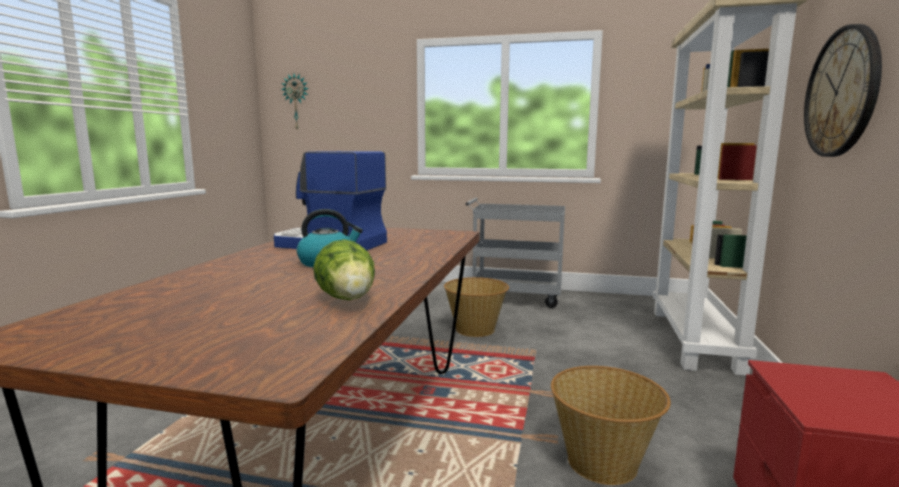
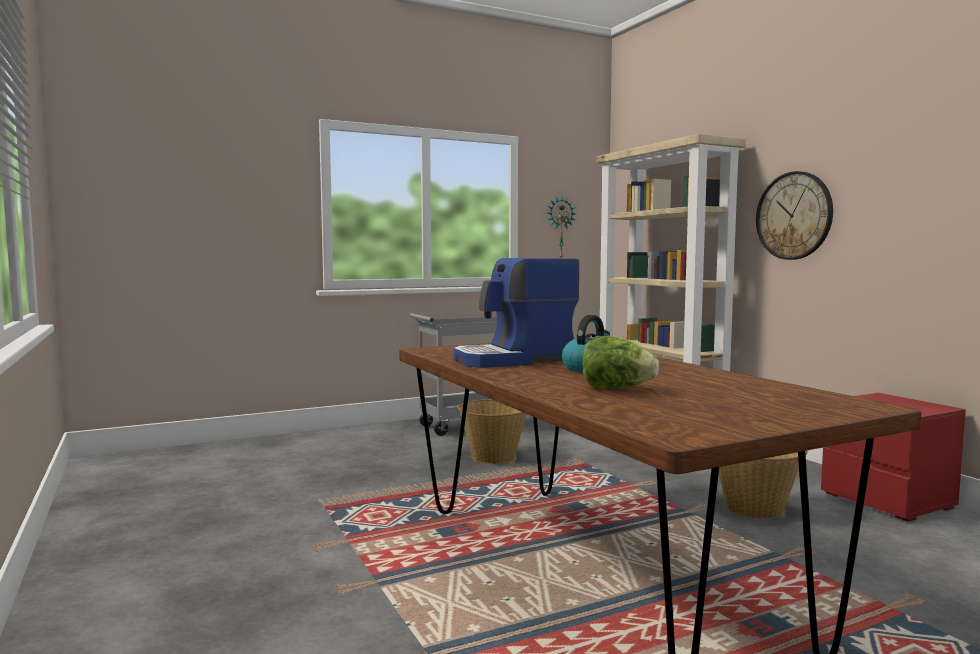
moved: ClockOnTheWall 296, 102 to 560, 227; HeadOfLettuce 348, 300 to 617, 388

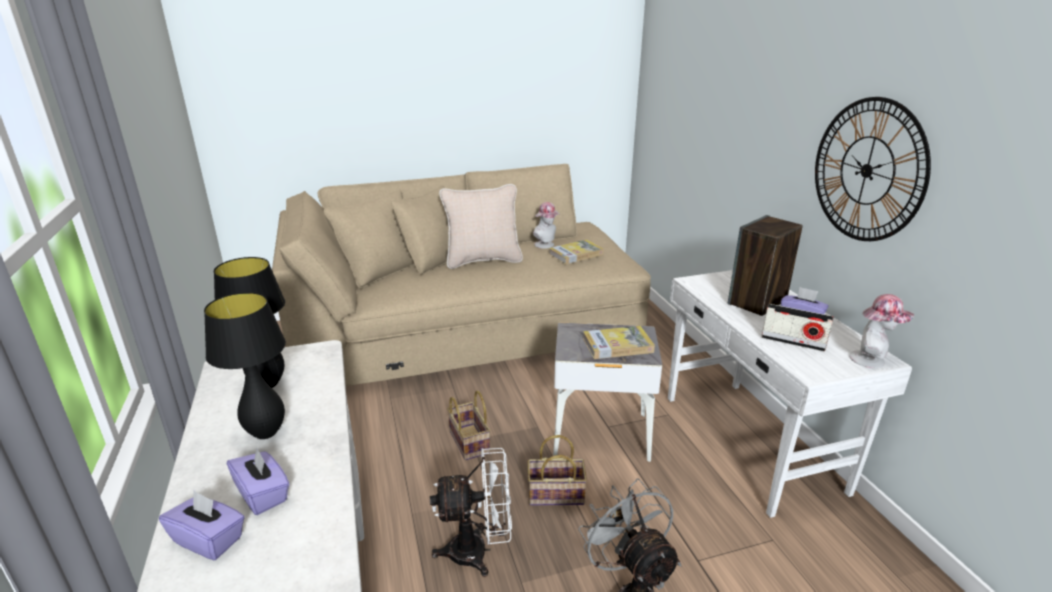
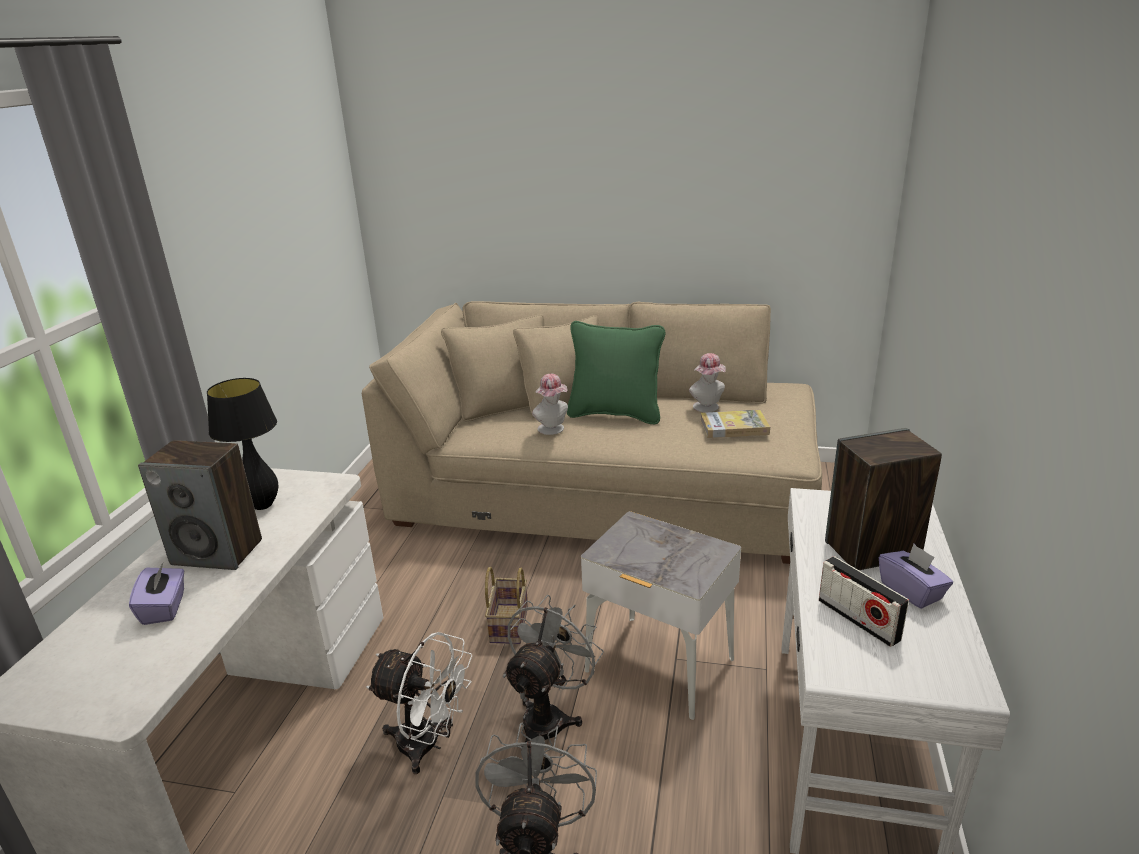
removed: PurpleTissueBox 209, 539; Book 617, 345; ClockOnTheWall 867, 170
moved: Hat 872, 360 to 553, 430
replaced: BlackColouredTabletopLamp 266, 433 to Loudspeaker 218, 552; Basket 554, 495 to GreyishFan 549, 717
recoloured: BeigeColouredCushion 483, 260 to GreenishCushion 615, 414

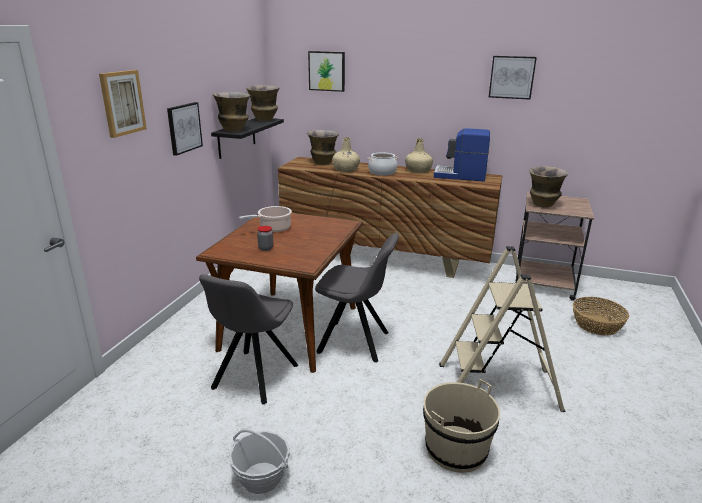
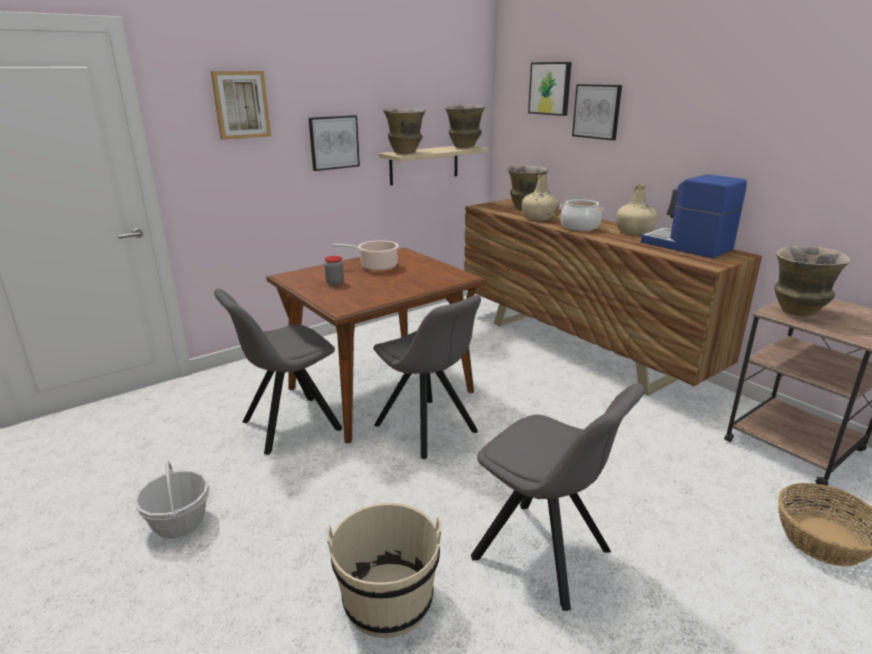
moved: WallArt 512, 77 to 597, 111
replaced: BeigeColouredStepLadder 500, 386 to GreyishChair 543, 554
recoloured: BlackColouredWallShelf 236, 137 to BeigeColouredWallShelf 424, 164

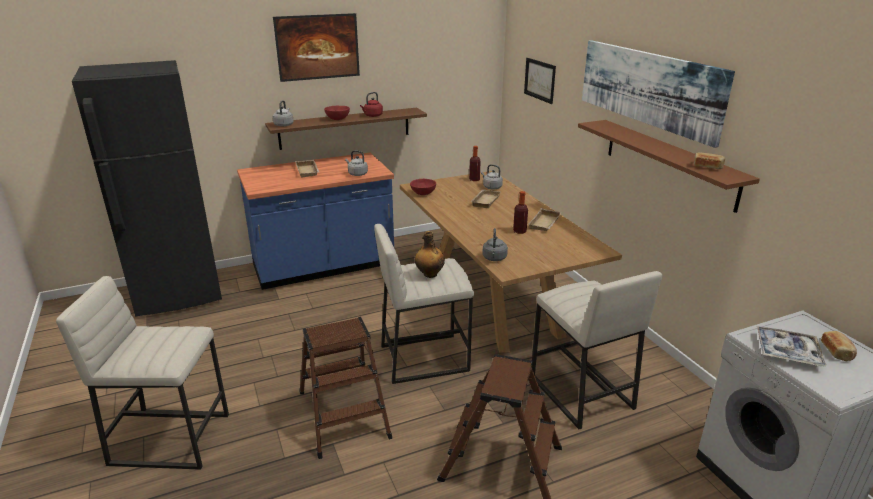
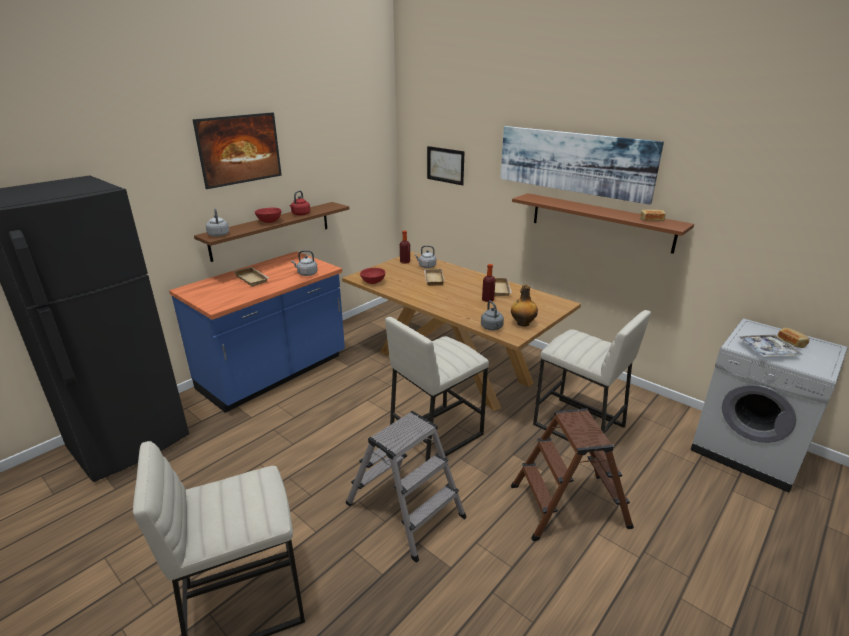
moved: Bottle 429, 274 to 522, 323
recoloured: BrownishStepLadder 343, 413 to GreyishStepLadder 405, 509

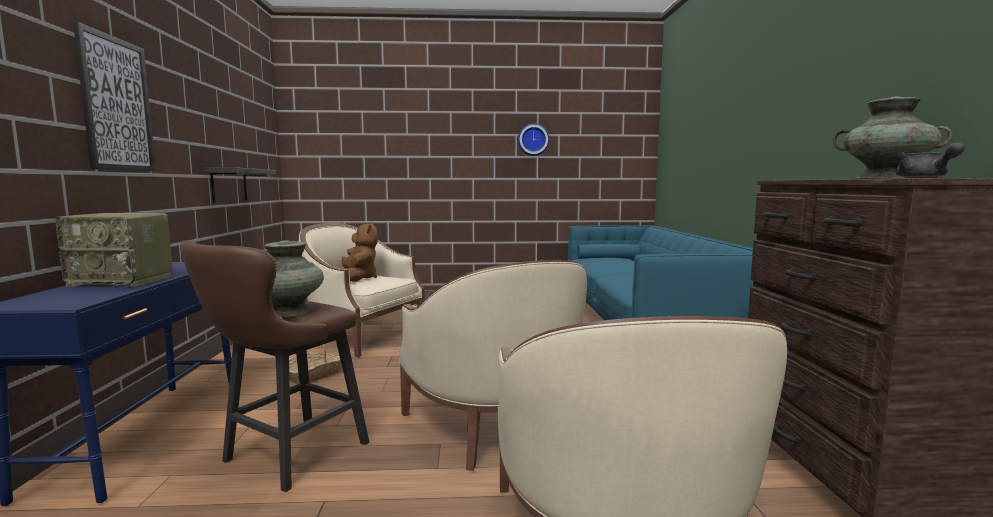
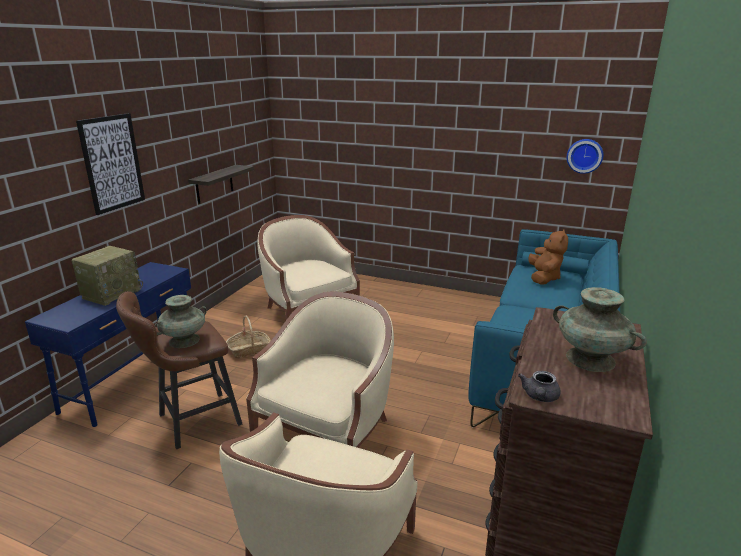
moved: BrownishSoftToy 359, 278 to 544, 278; ClockOnTheWall 533, 139 to 584, 155
turned: Radio 123, 281 = 112, 293 90 degrees counterclockwise; BeigeColouredLoungeChair 494, 425 = 328, 434 150 degrees counterclockwise

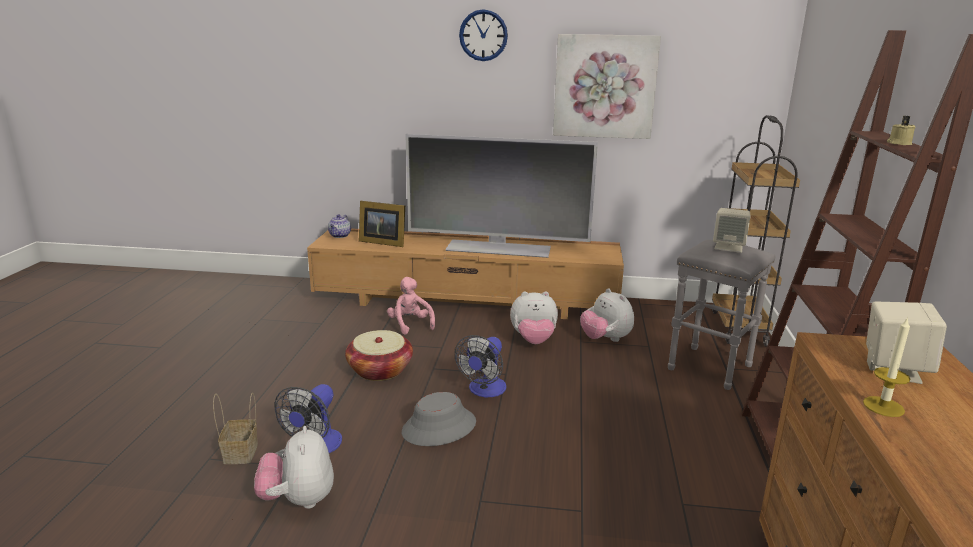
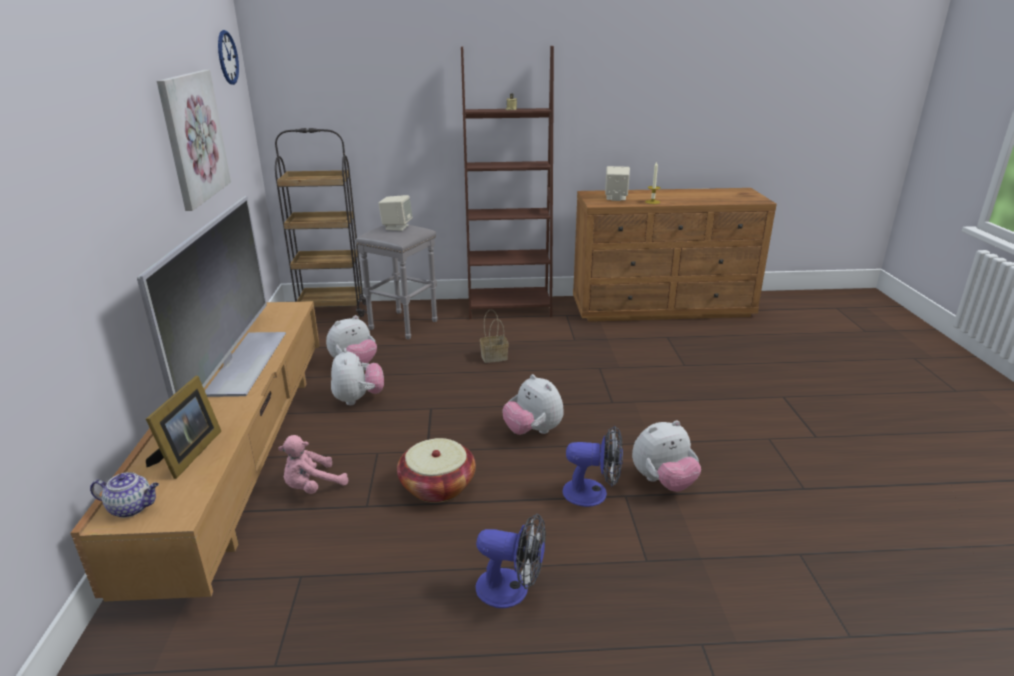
moved: ClockOnTheWall 483, 35 to 227, 57; Fan 484, 391 to 512, 590; Basket 241, 453 to 494, 357
replaced: GreyishHat 439, 427 to SoftToy 533, 431

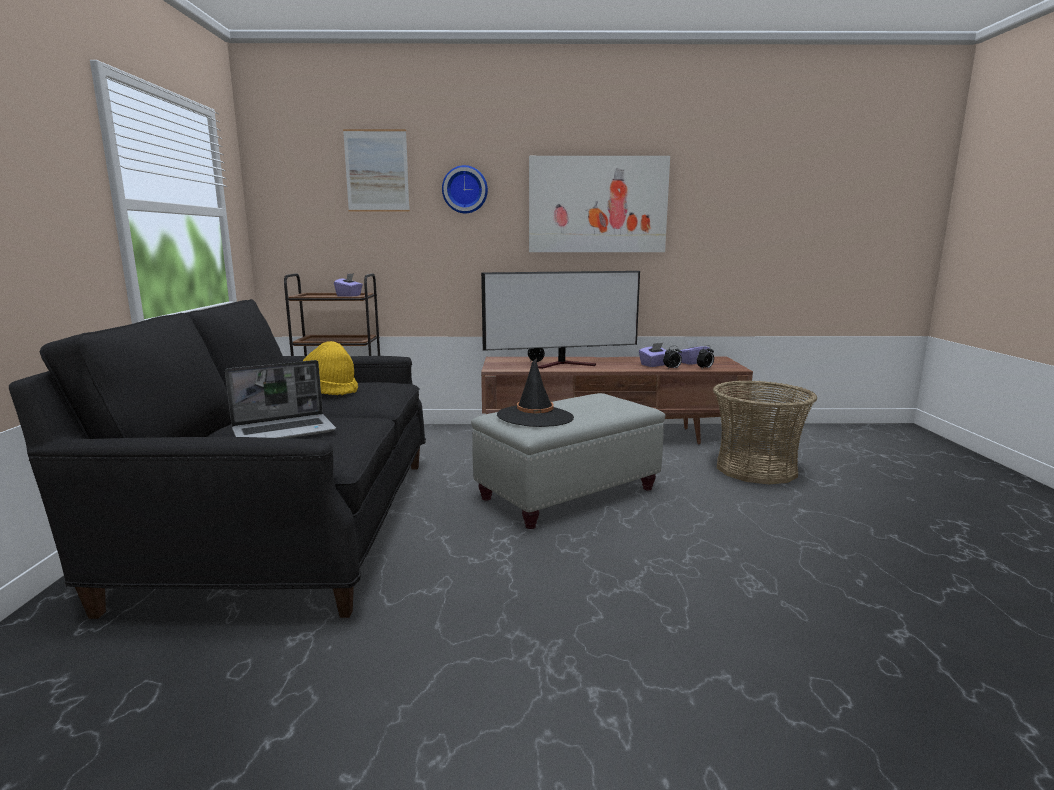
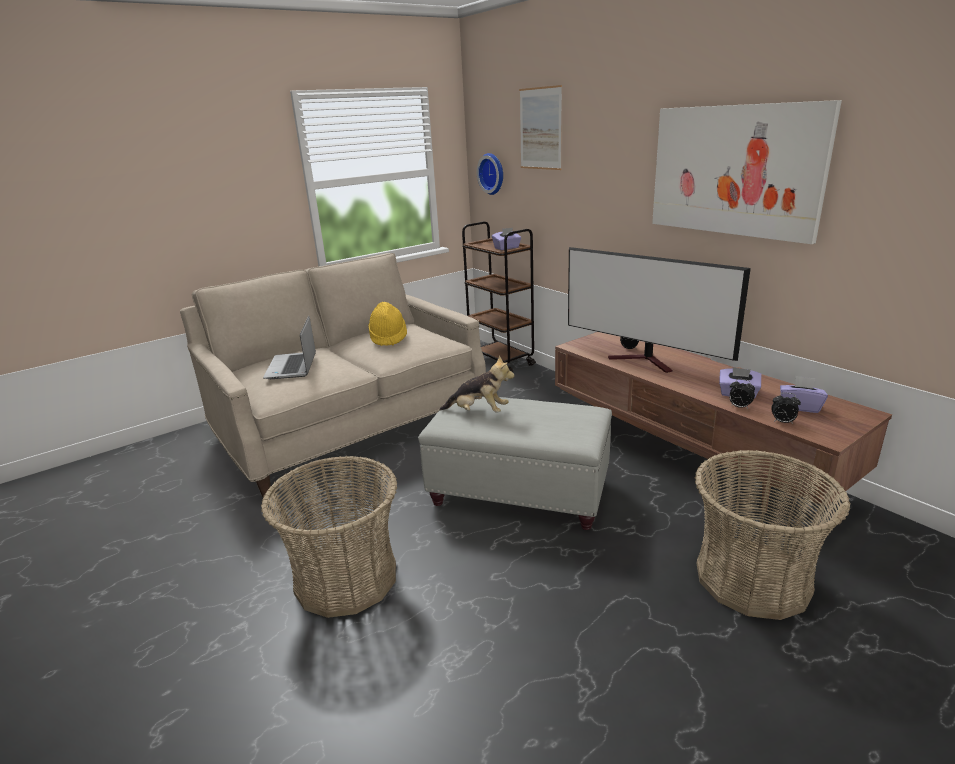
added: Basket 346, 578
moved: ClockOnTheWall 465, 189 to 493, 173
replaced: BlackColouredHat 535, 417 to SoftToy 479, 412
recoloured: BlackColouredSofa 288, 524 to BeigeColouredSofa 349, 424
turned: PortableComputer 285, 431 = 292, 367 60 degrees clockwise

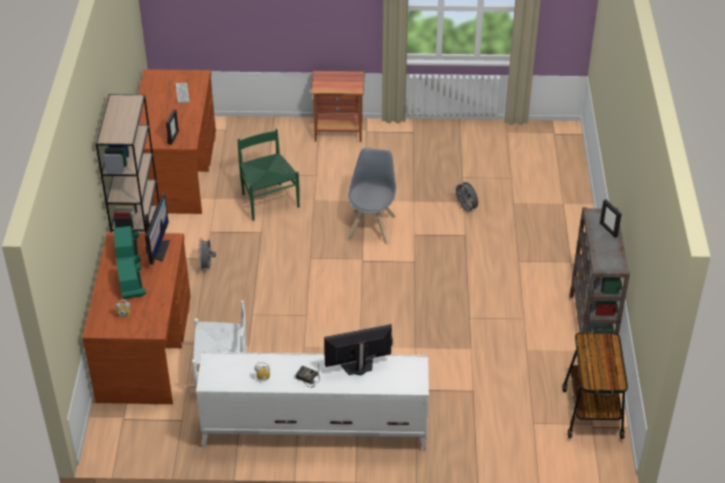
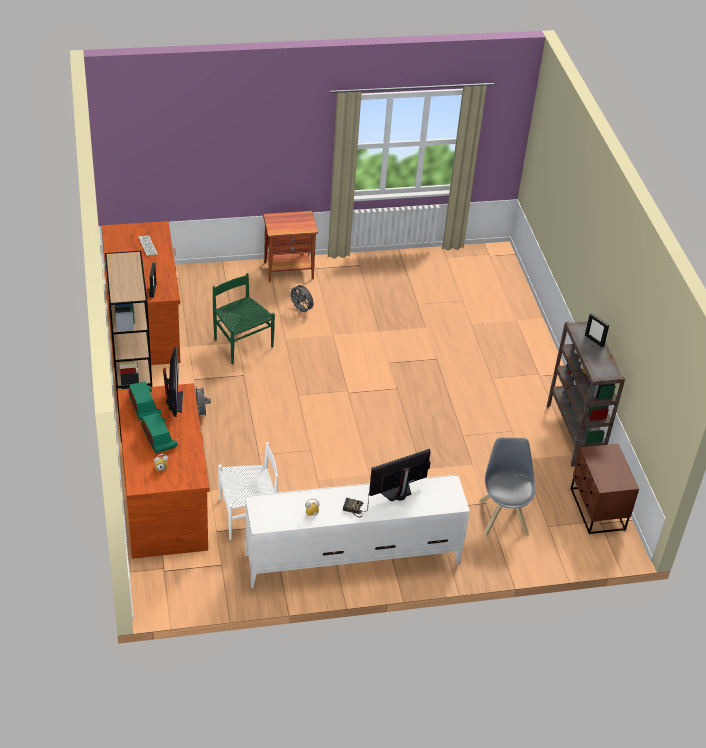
moved: GreyishFan 466, 208 to 301, 310; GreyishChair 371, 226 to 503, 516
replaced: Trolley 592, 412 to BrownishNightstand 597, 510

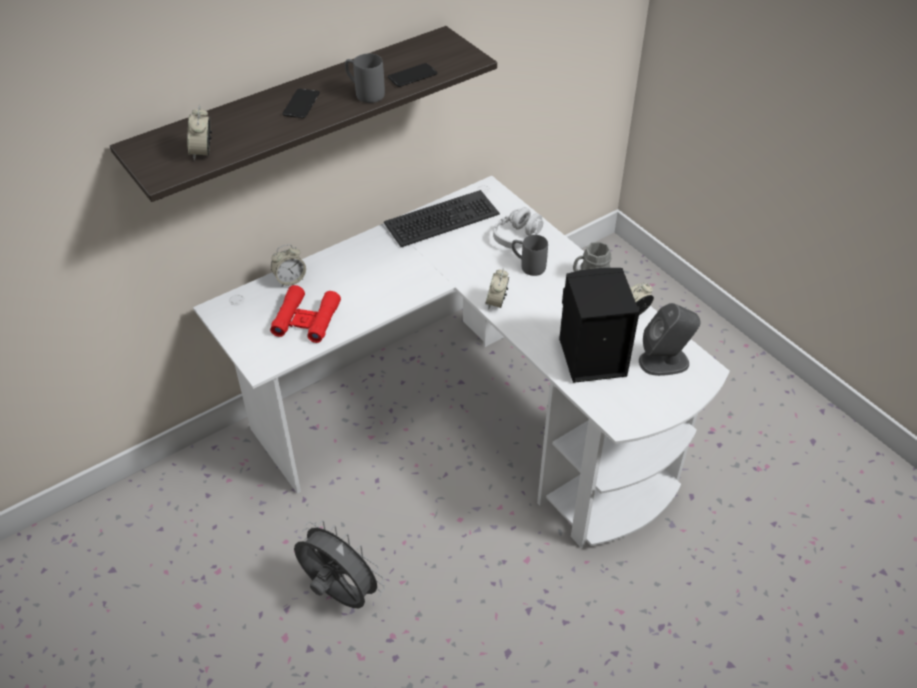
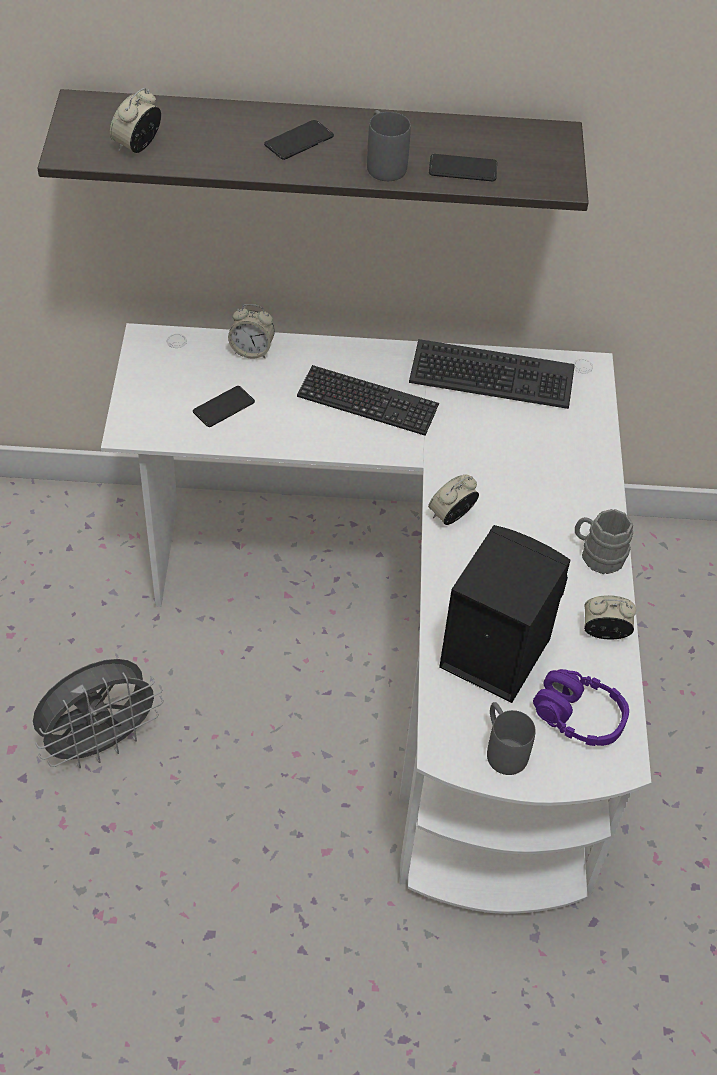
removed: GreyishPairOfHeadphones 517, 236
added: Keyboard 367, 402
moved: GreyishMug 528, 265 to 502, 748
replaced: RedPairOfBinoculars 306, 320 to Handset 223, 407; GreyishLoudspeaker 664, 362 to PurplePairOfHeadphones 578, 716
turned: GreyishFan 339, 594 = 100, 743 75 degrees clockwise

